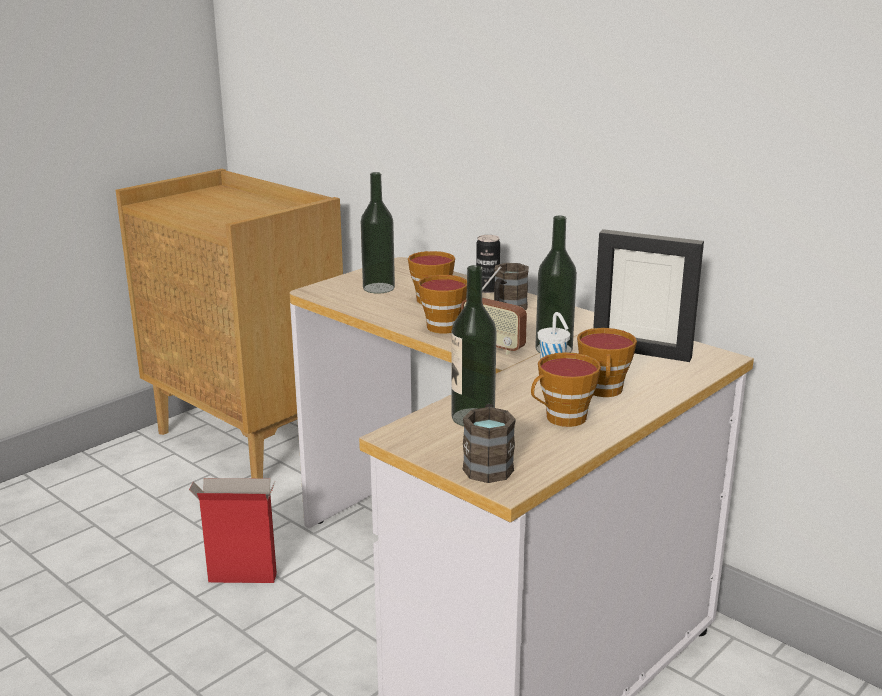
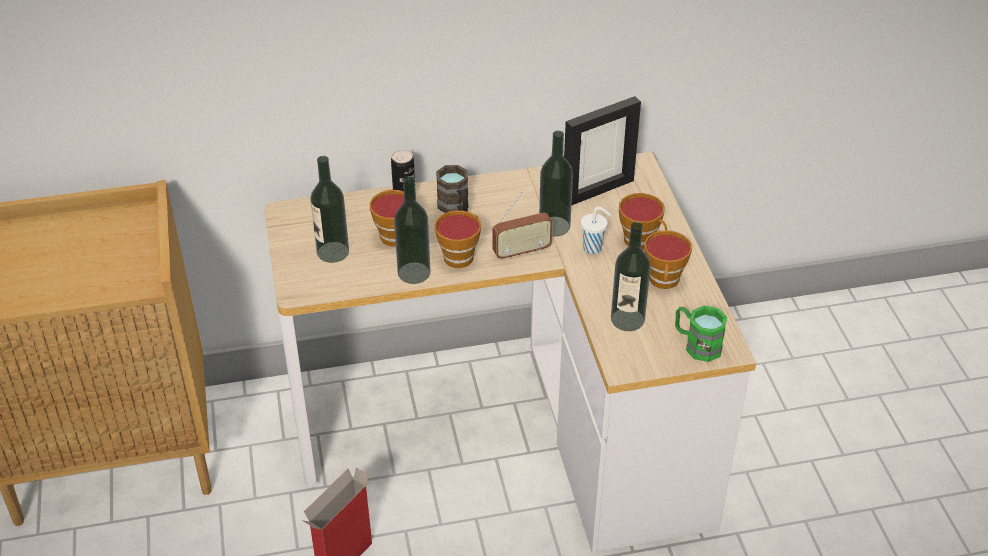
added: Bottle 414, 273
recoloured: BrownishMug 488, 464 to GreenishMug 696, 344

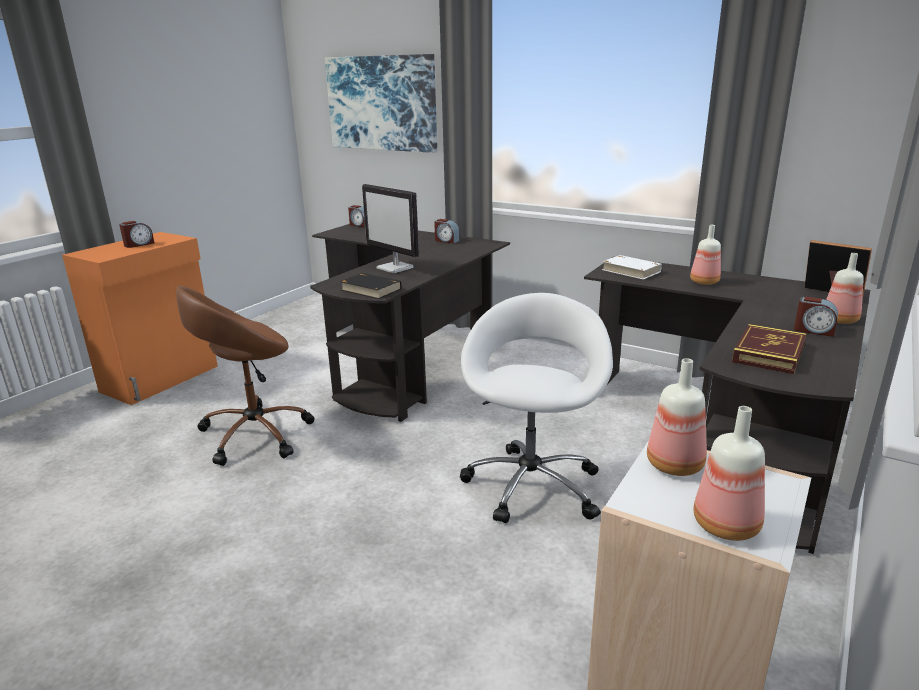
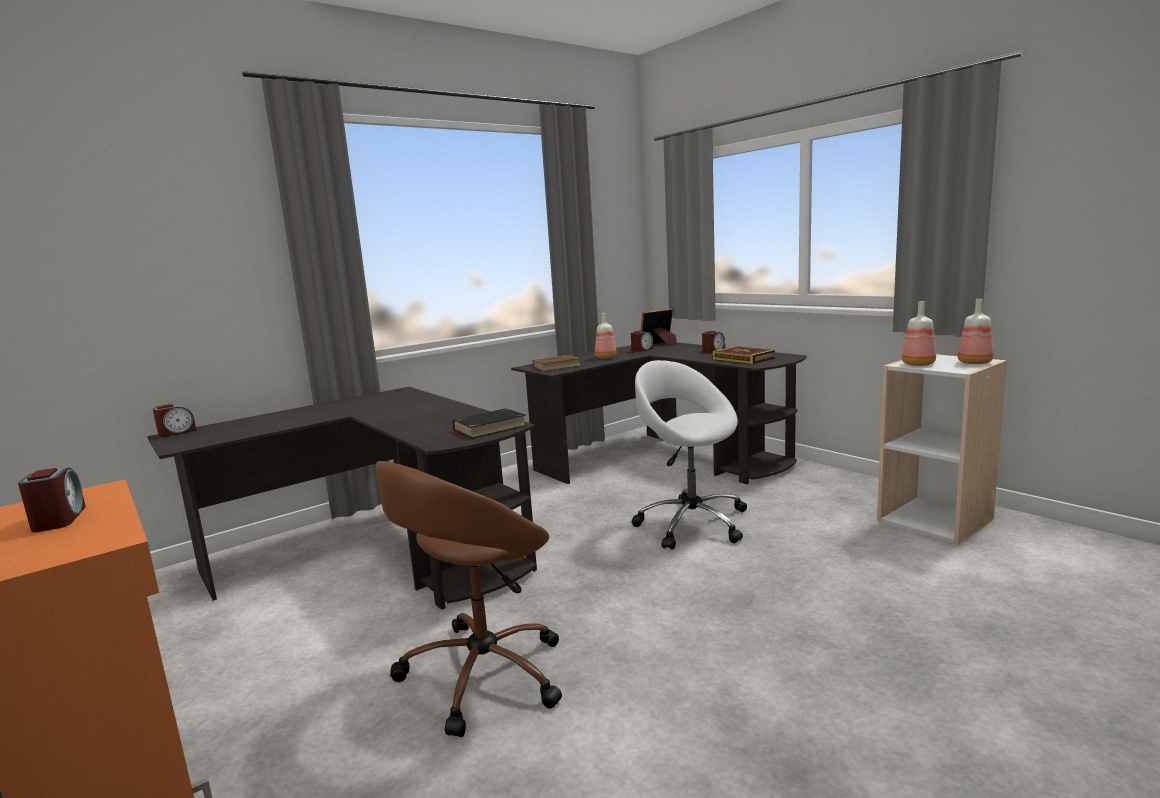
removed: WallArt 381, 103; Monitor 395, 268; Bottle 841, 320
moved: AlarmClock 446, 240 to 642, 350
recoloured: WhiteColouredBook 630, 271 to BrownishBook 556, 366
turned: BrownishOfficeChair 253, 435 = 480, 676 60 degrees clockwise

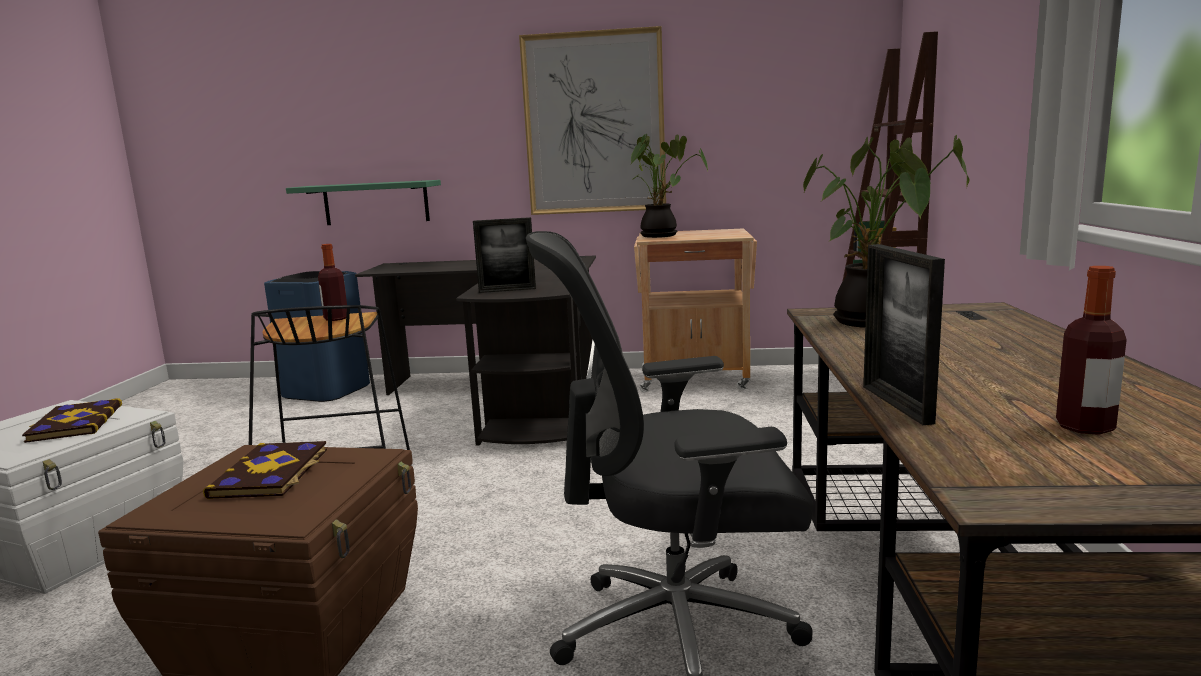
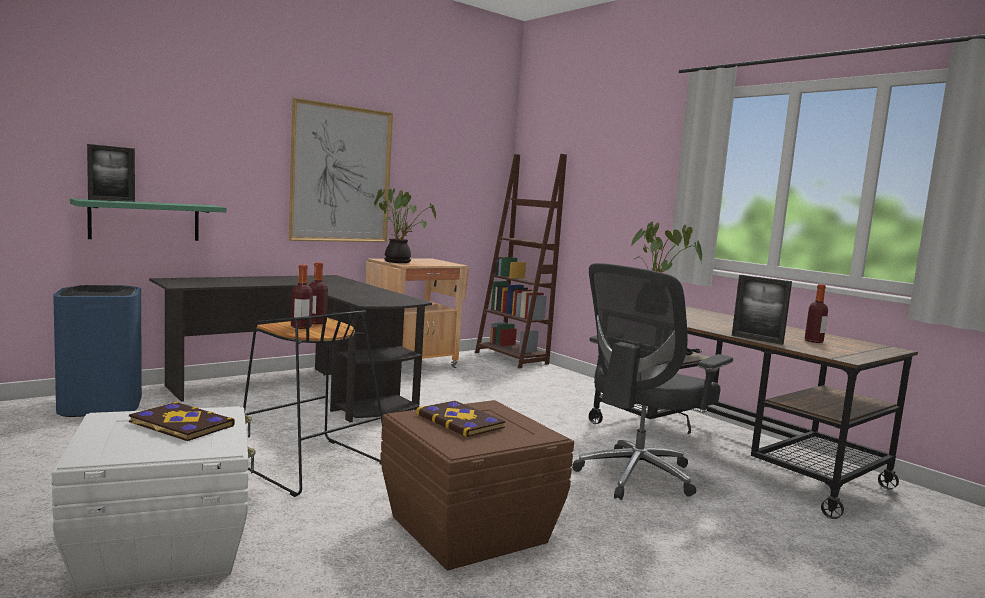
added: Bottle 301, 327
moved: PhotoFrame 507, 290 to 112, 200

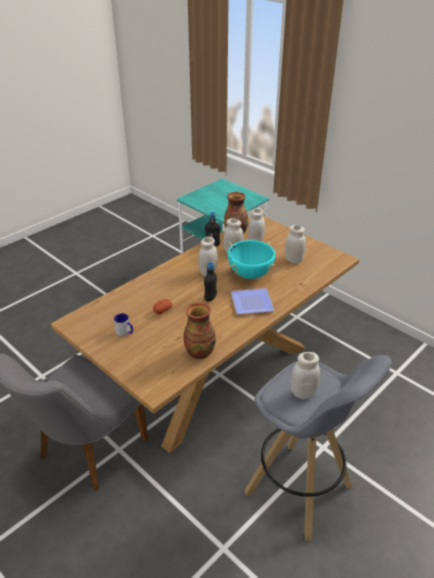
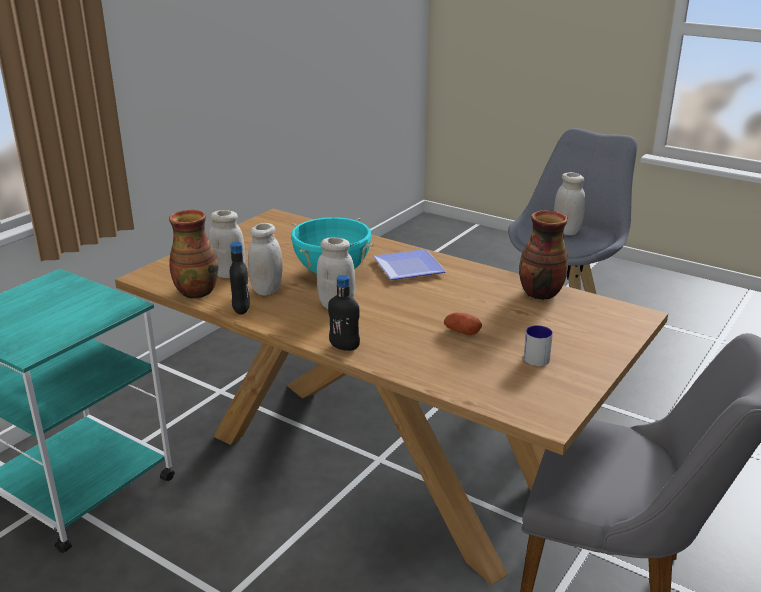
removed: WhiteColouredJar 293, 260
moved: BlackColouredBottle 210, 298 to 344, 347

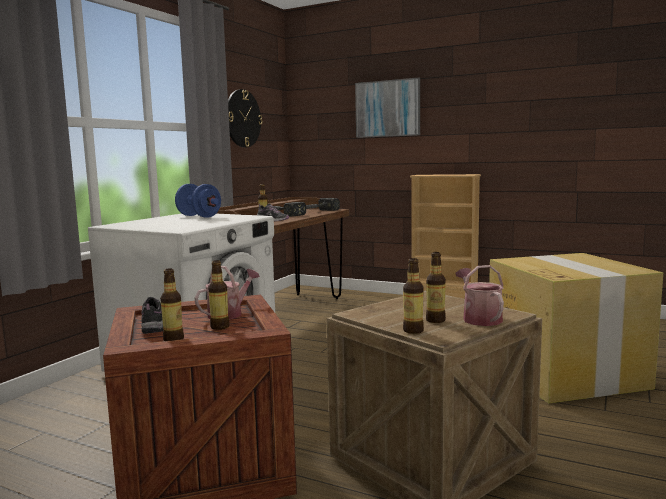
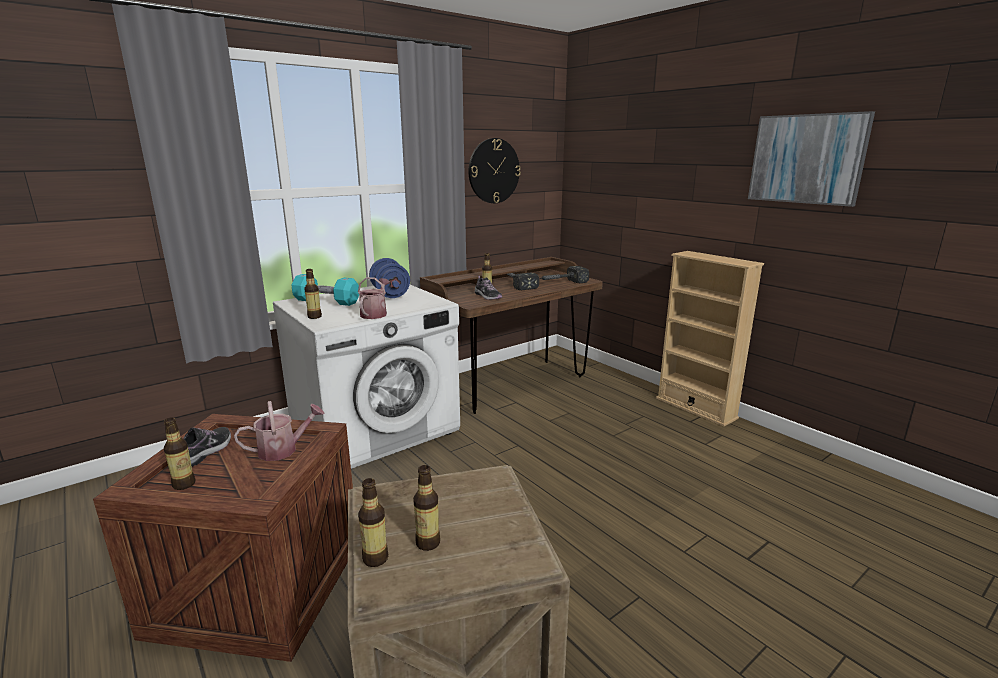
removed: PackingBox 564, 373
added: TurquoiseFreeWeight 326, 301
moved: Bottle 220, 327 to 314, 317; SprinklingCan 479, 318 to 375, 314; WallArt 388, 108 to 807, 159

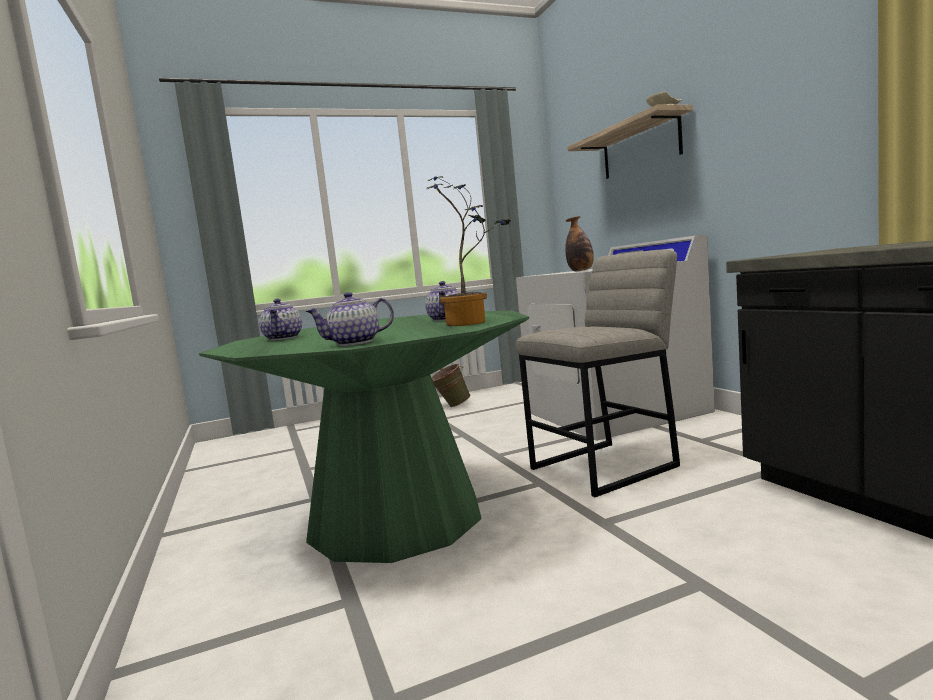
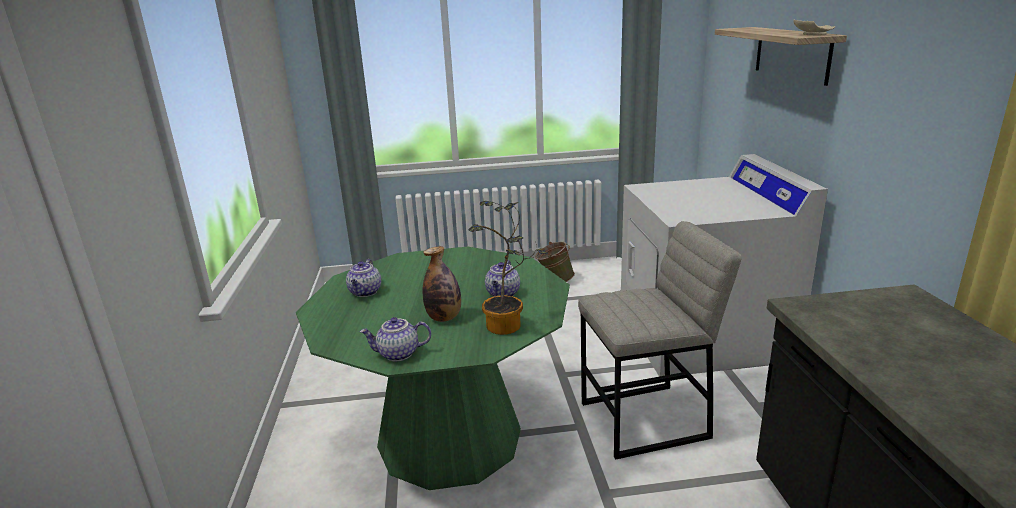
moved: Bottle 581, 271 to 444, 318

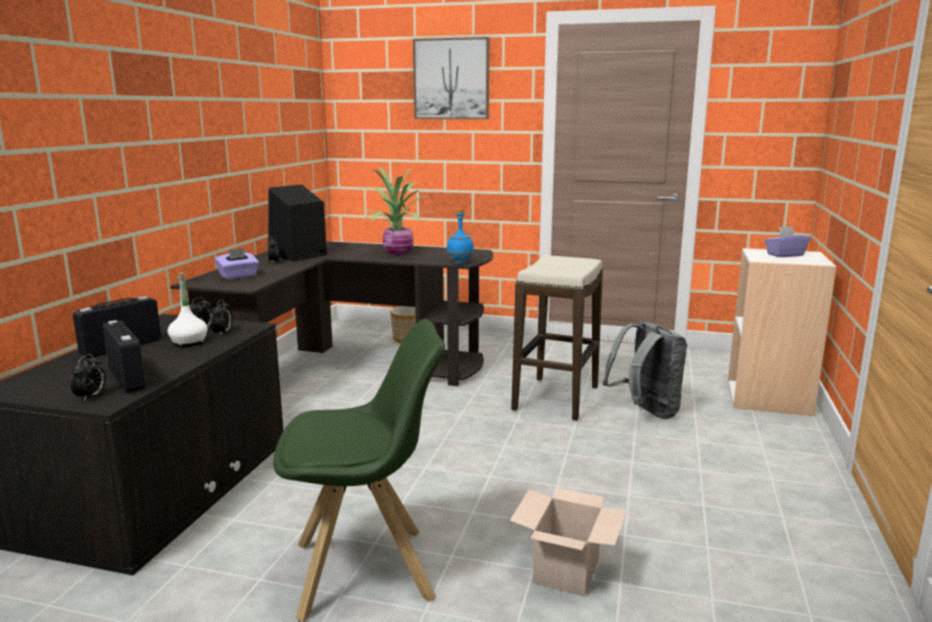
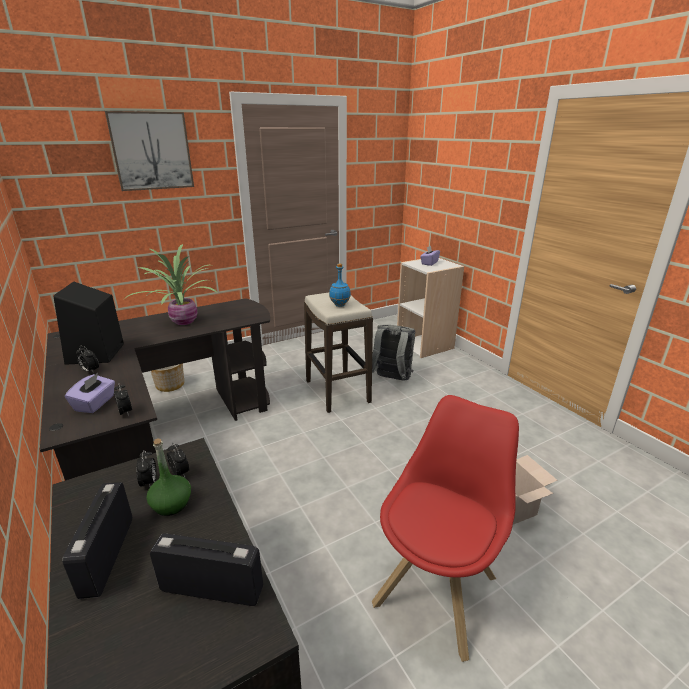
moved: AlarmClock 91, 397 to 126, 412; BluishBottle 460, 263 to 339, 305
recoloured: WhiteColouredBottle 189, 342 to GreenishBottle 172, 504; GreenishChair 364, 571 to RedChair 437, 590

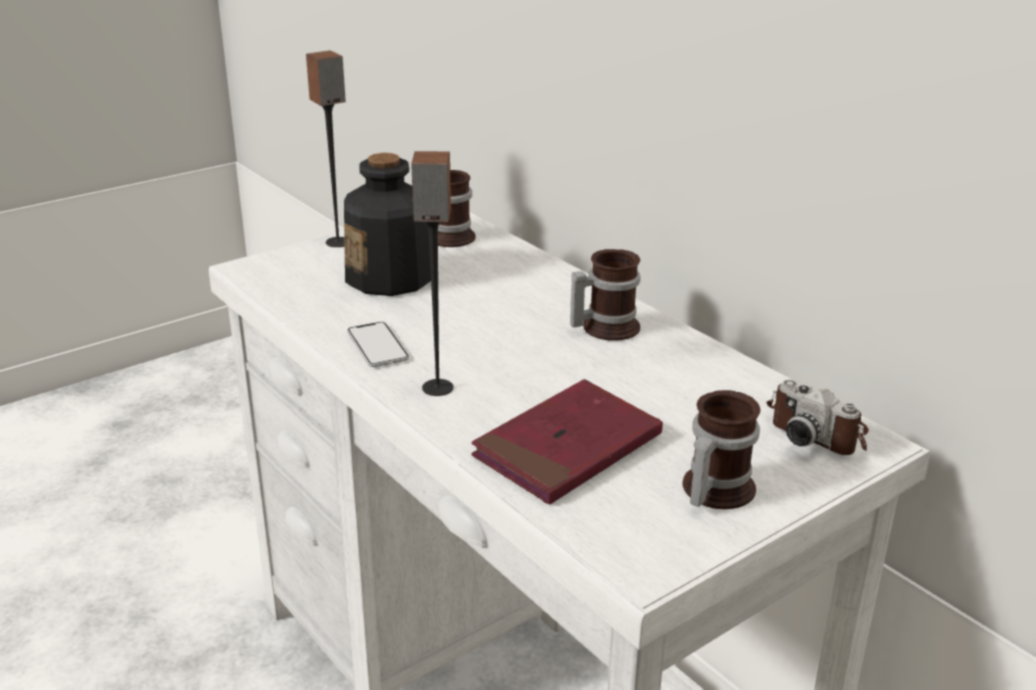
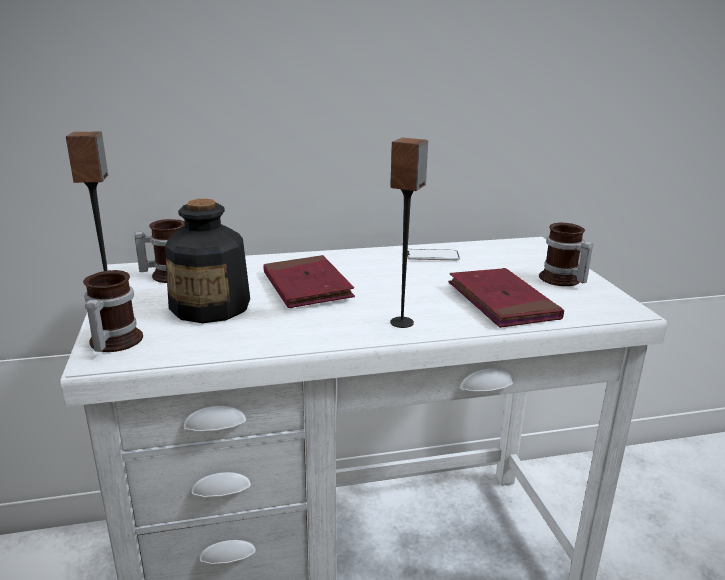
removed: PhotoCamera 819, 431
added: RedBook 307, 286
moved: Mug 604, 327 to 112, 342; Handset 377, 346 to 432, 256

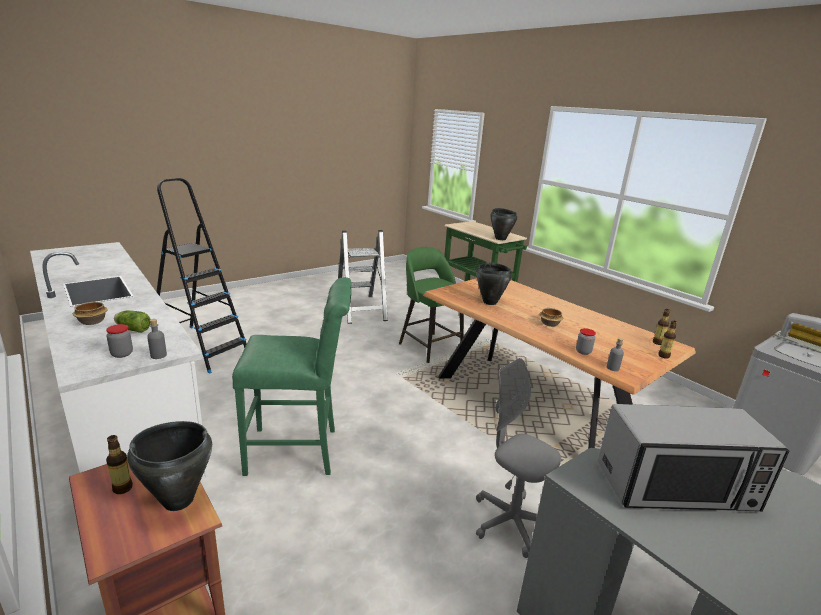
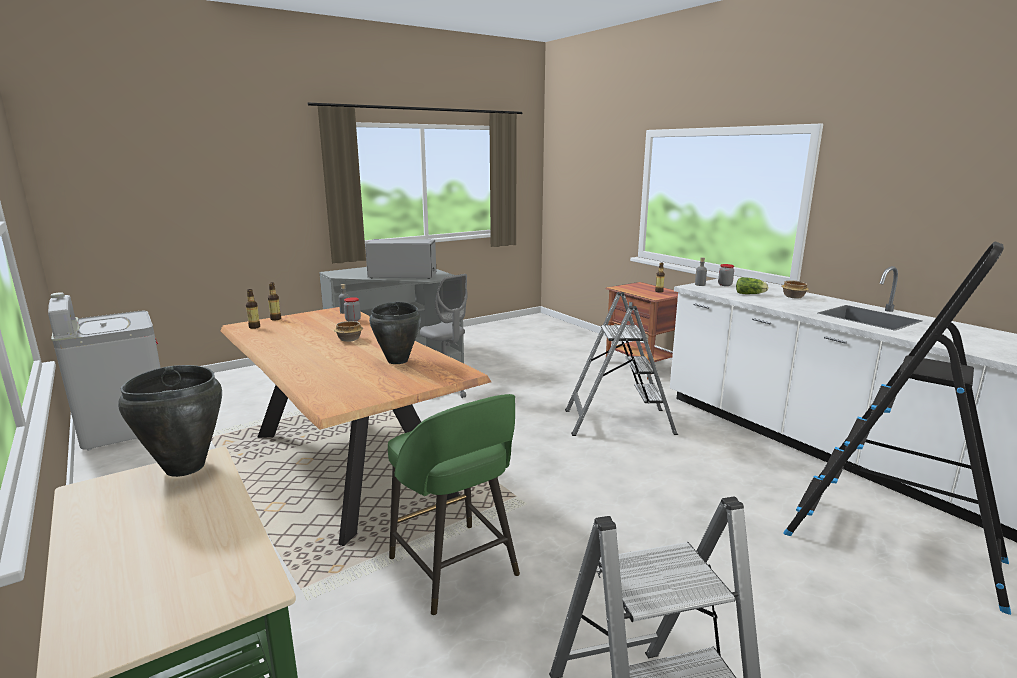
removed: BlackColouredStockpot 178, 500
replaced: GreenishSittingStool 298, 451 to GreyishStepLadder 617, 421

